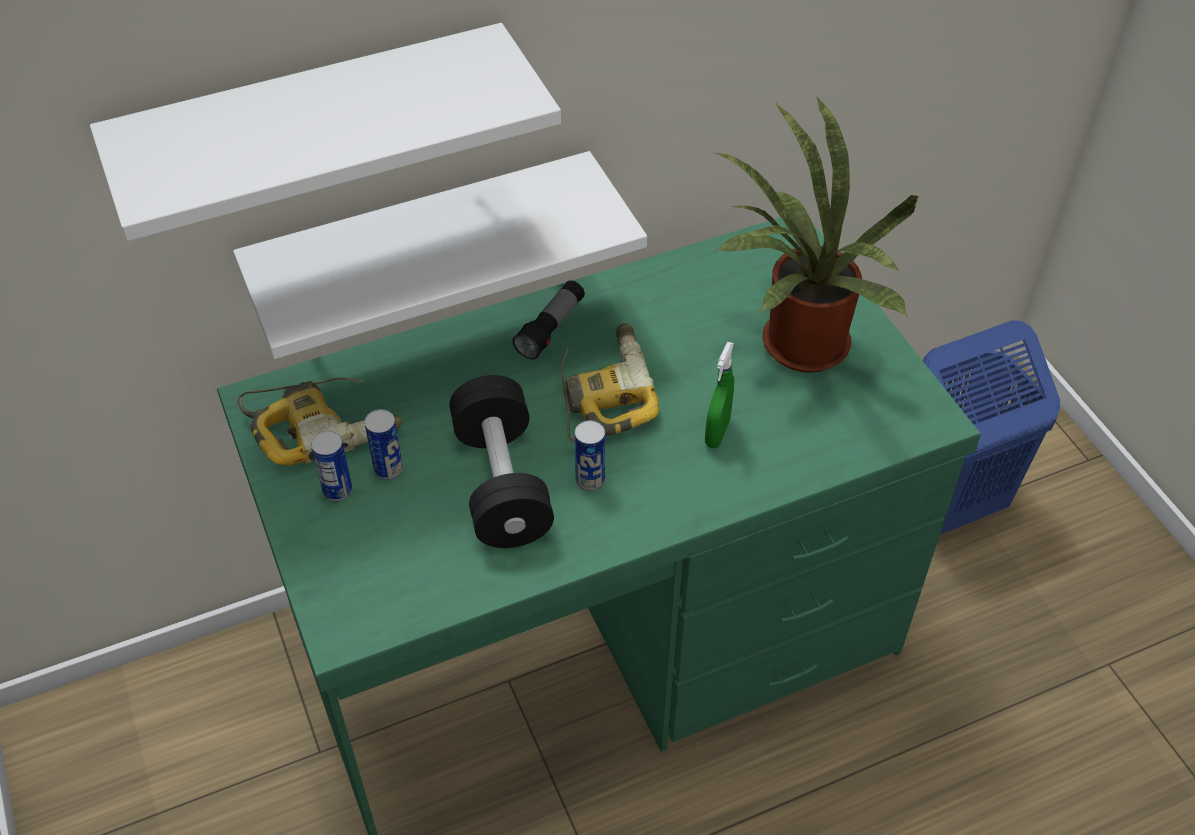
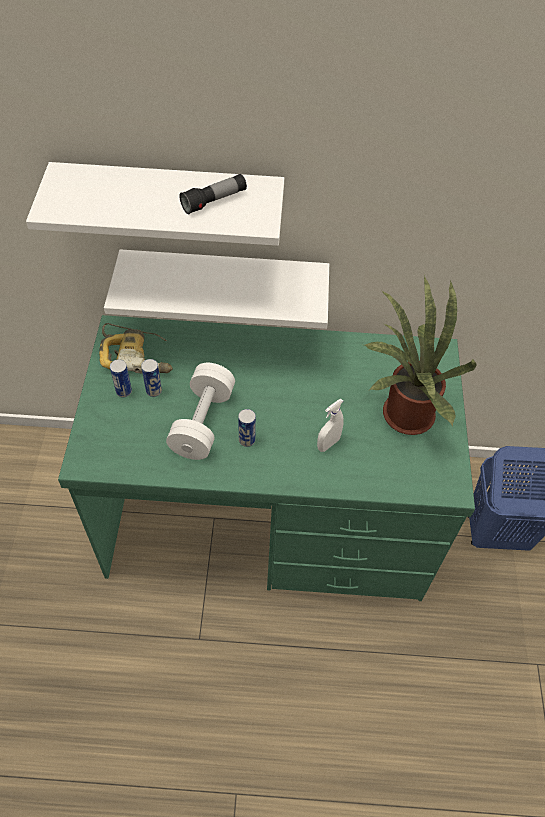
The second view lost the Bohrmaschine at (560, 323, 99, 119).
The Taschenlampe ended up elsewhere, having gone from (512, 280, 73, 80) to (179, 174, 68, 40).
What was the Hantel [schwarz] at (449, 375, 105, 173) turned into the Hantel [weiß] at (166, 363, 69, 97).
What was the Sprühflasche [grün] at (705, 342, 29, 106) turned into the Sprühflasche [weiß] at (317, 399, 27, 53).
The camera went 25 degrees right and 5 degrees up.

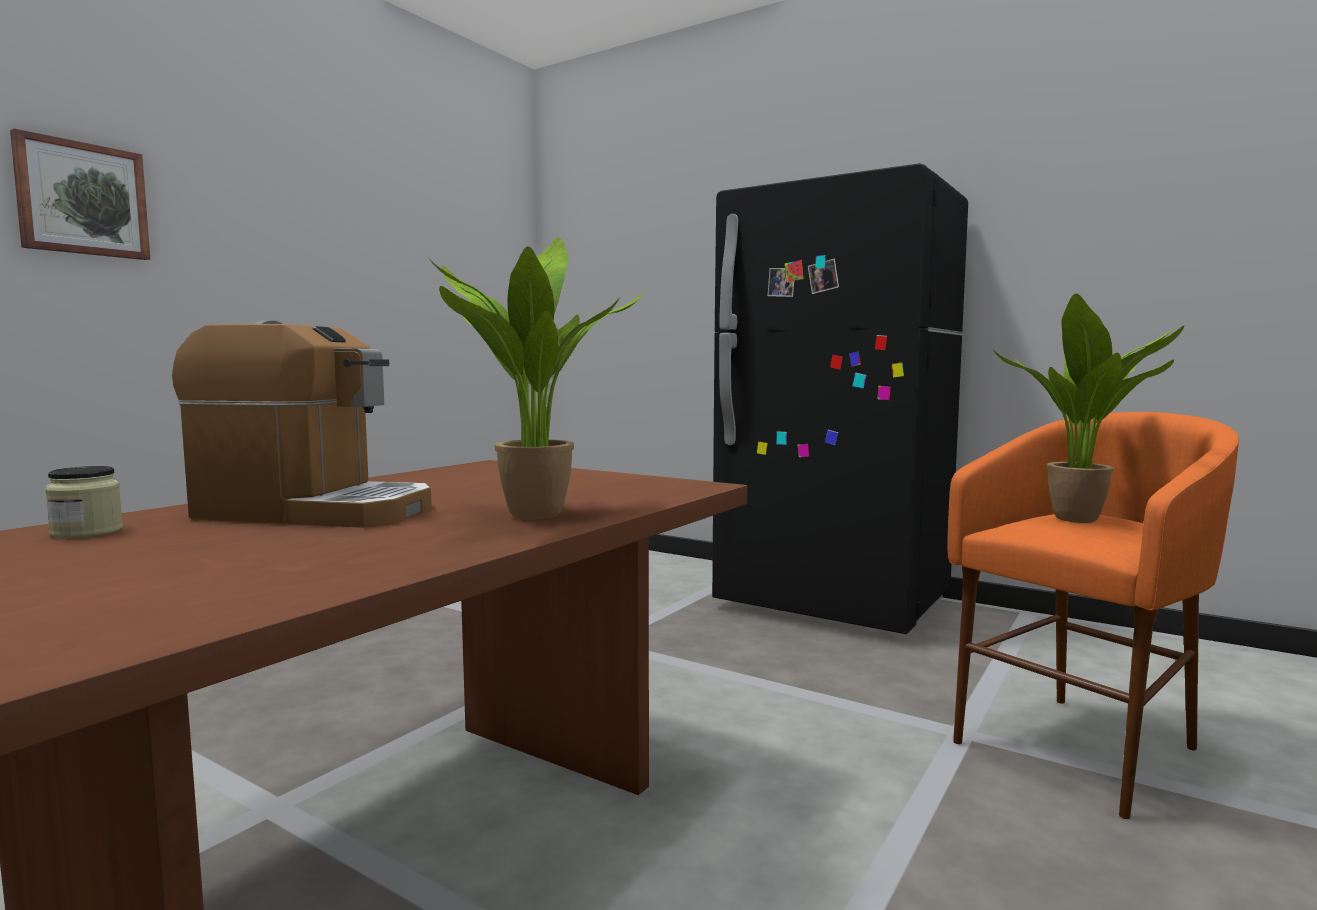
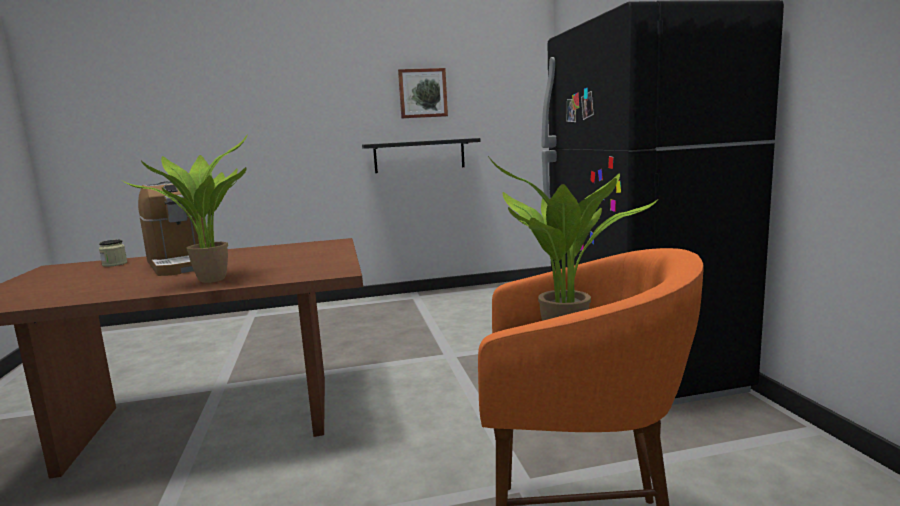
The second view gained the Wandregal [schwarz] at (362, 138, 119, 35).
The Bild ended up elsewhere, having gone from (10, 129, 140, 131) to (398, 68, 50, 50).
The camera went 45 degrees right and 5 degrees up.

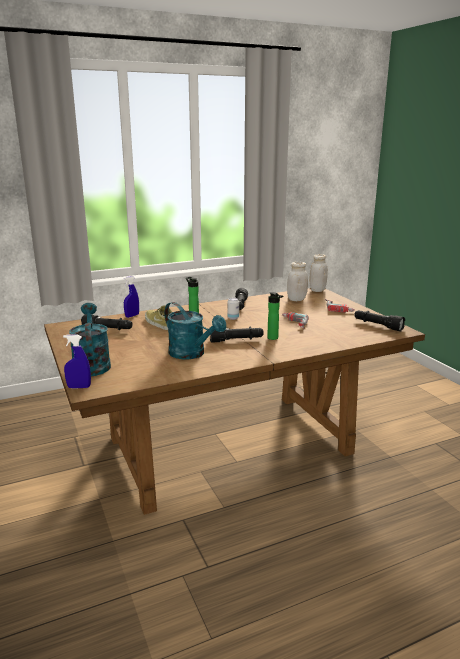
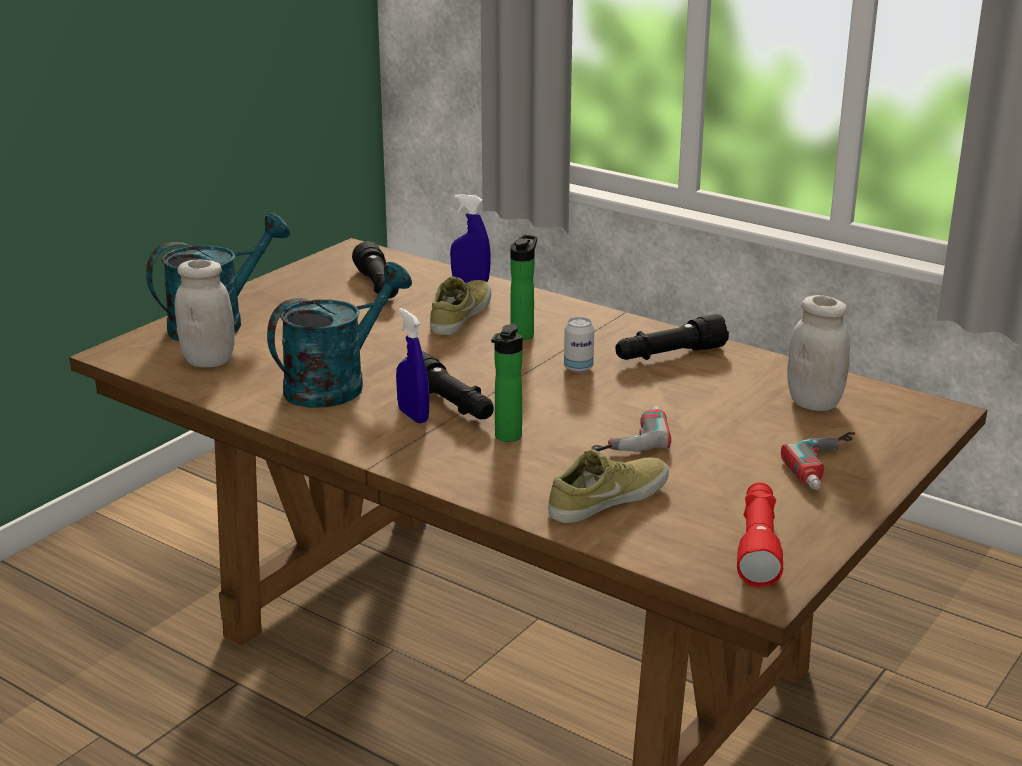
The second view gained the Schuh [beige] at (548, 449, 121, 74).
The Sprühflasche [blau] ended up elsewhere, having gone from (63, 335, 28, 53) to (396, 308, 33, 116).
The Vorratsglas [weiß] ended up elsewhere, having gone from (310, 254, 18, 38) to (175, 259, 60, 109).
What was the Taschenlampe [schwarz] at (354, 310, 51, 21) turned into the Taschenlampe [rot] at (737, 482, 46, 106).
The Gießkanne [türkis] at (164, 302, 62, 57) ended up facing another way, 150 degrees counterclockwise from before.
The camera went 60 degrees right and 5 degrees up.

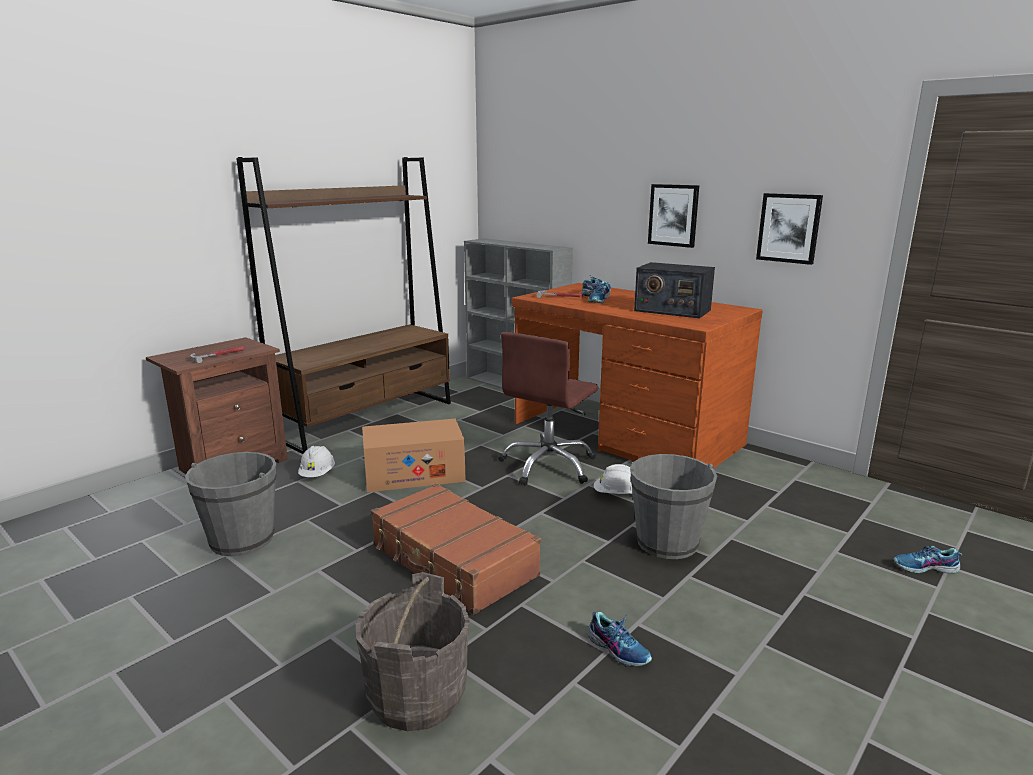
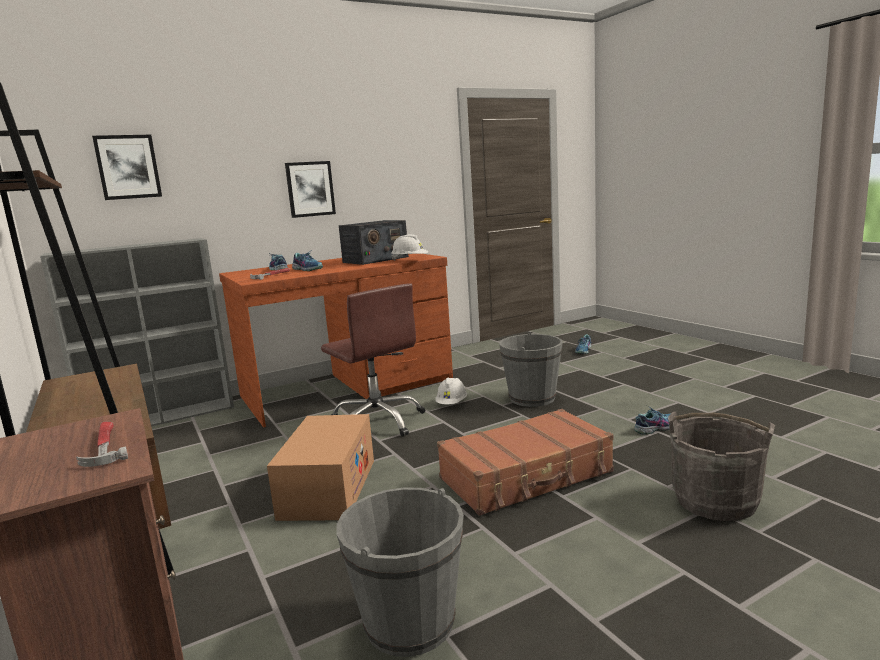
The Schutzhelm [weiß] ended up elsewhere, having gone from (298, 446, 37, 31) to (391, 234, 37, 27).
The Bild ended up elsewhere, having gone from (756, 193, 67, 72) to (92, 135, 70, 65).
The camera went 70 degrees left and 5 degrees down.

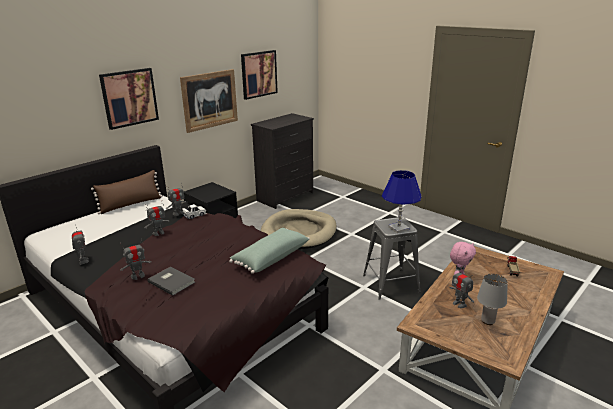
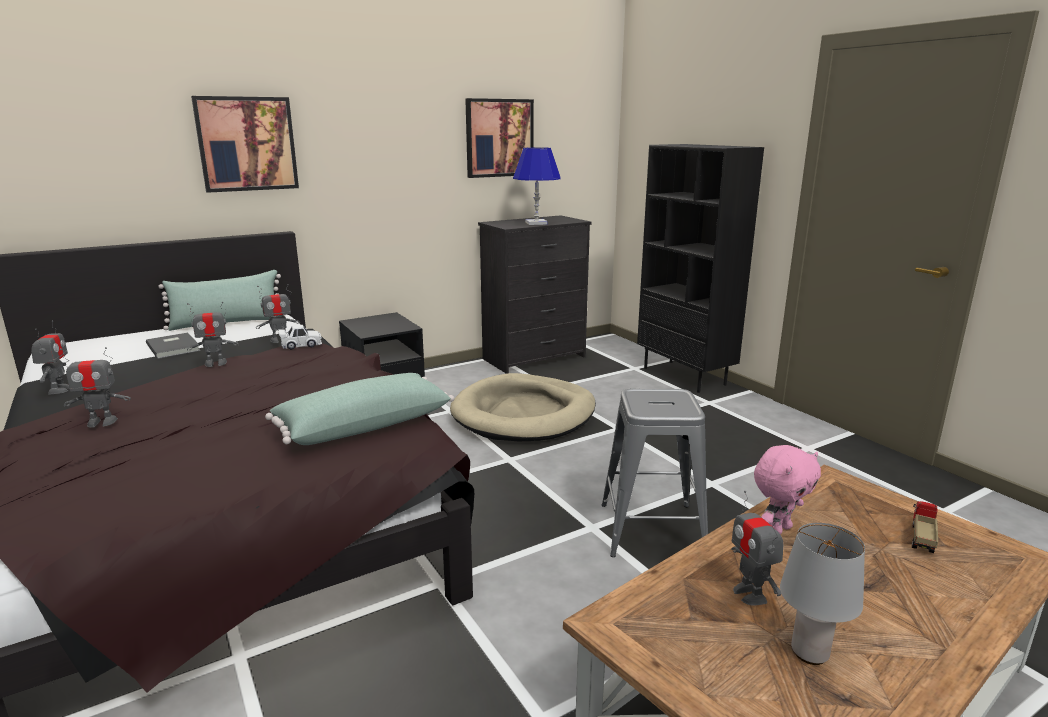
The second view lost the Bild at (180, 69, 58, 64).
The second view gained the Bücherregal [schwarz] at (637, 144, 127, 249).
The Buch [grau] ended up elsewhere, having gone from (148, 267, 47, 29) to (146, 333, 55, 26).
The Tischlampe [blau] ended up elsewhere, having gone from (382, 170, 40, 63) to (513, 147, 48, 78).
What was the Kissen [braun] at (91, 170, 72, 44) turned into the Kissen [grün] at (159, 270, 126, 61).
The camera went 15 degrees right and 5 degrees down.

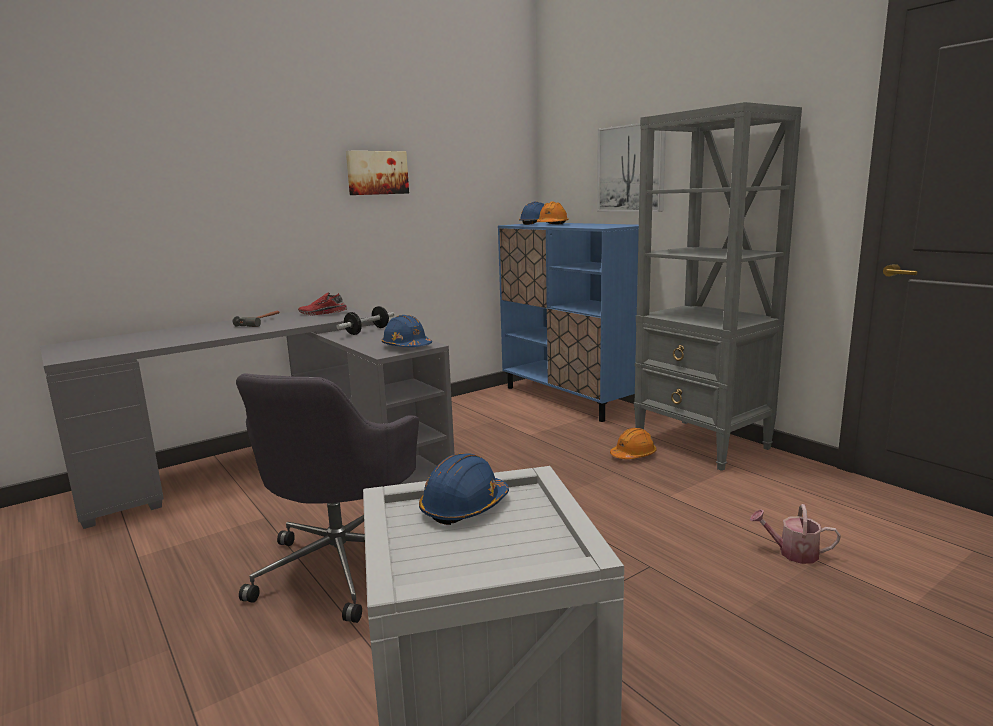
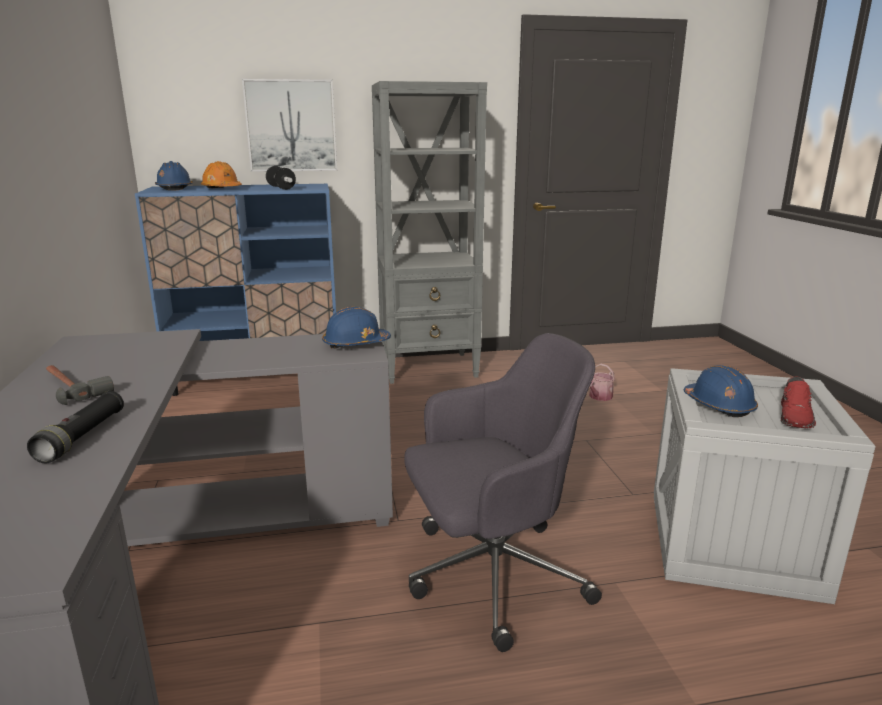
The second view lost the Bild at (346, 151, 63, 44).
The second view lost the Schutzhelm [orange] at (610, 428, 47, 31).
The second view gained the Taschenlampe [schwarz] at (27, 391, 97, 72).
The Schuh [rot] ended up elsewhere, having gone from (298, 293, 49, 22) to (781, 376, 35, 52).
The Hantel ended up elsewhere, having gone from (336, 306, 58, 29) to (266, 166, 30, 24).
The Bürostuhl [grau] at (236, 373, 183, 250) ended up facing another way, 60 degrees counterclockwise from before.
The camera went 65 degrees left and 5 degrees up.

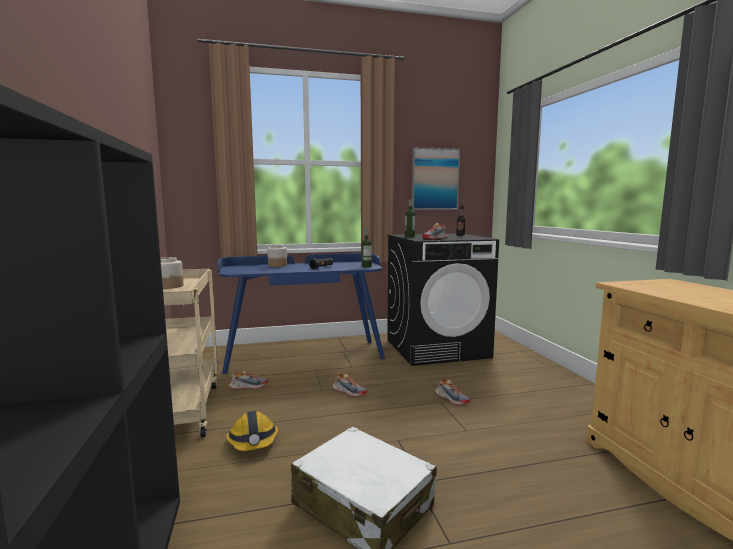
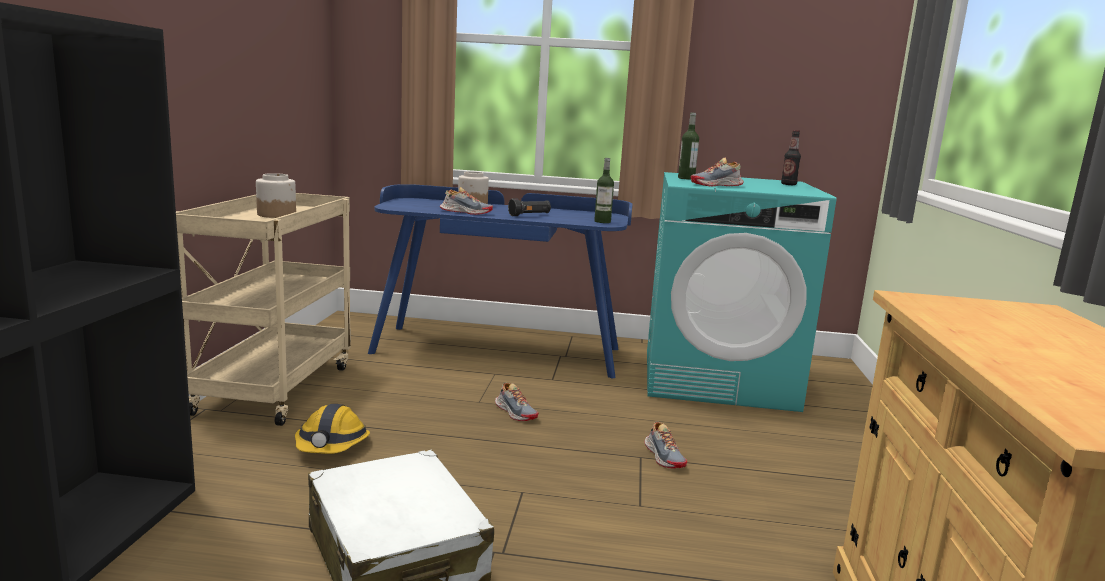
The second view lost the Bild at (412, 147, 48, 63).
The Schuh ended up elsewhere, having gone from (229, 370, 39, 19) to (440, 187, 53, 28).
What was the Waschmaschine [schwarz] at (387, 233, 112, 133) turned into the Waschmaschine [türkis] at (647, 172, 190, 240).
The camera went 20 degrees right and 5 degrees up.

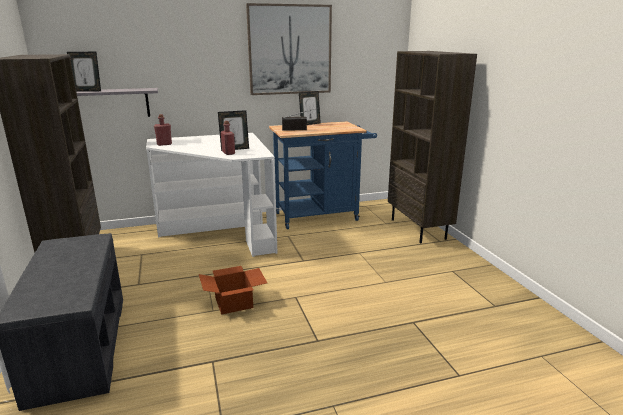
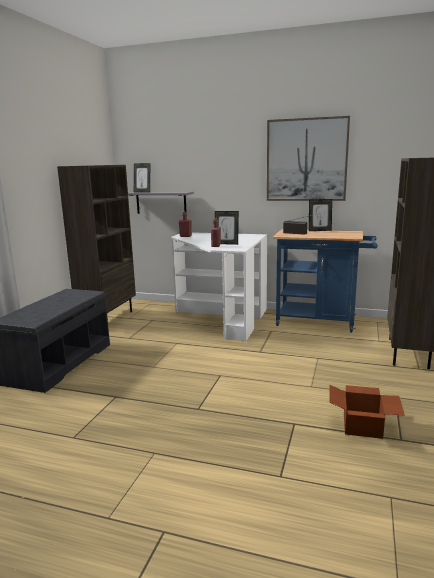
The Karton ended up elsewhere, having gone from (199, 266, 68, 49) to (330, 385, 75, 54).
The camera went 35 degrees right and 5 degrees down.

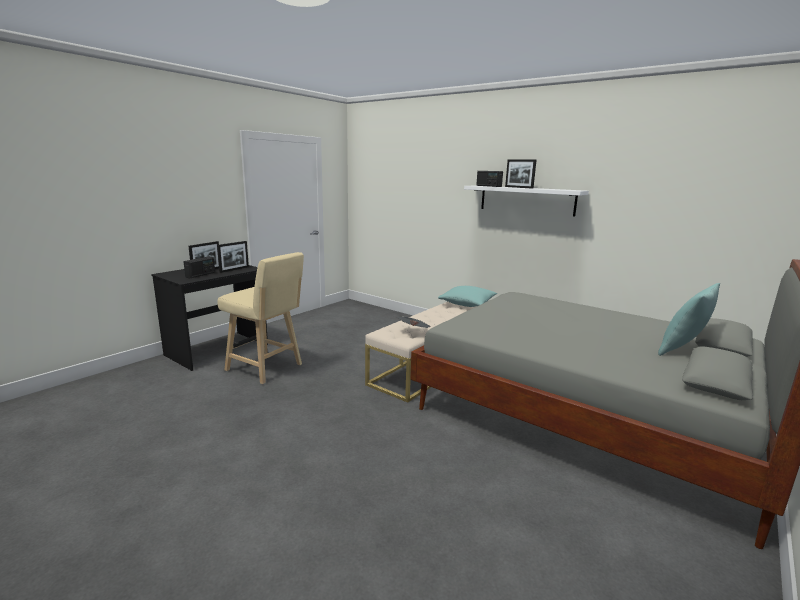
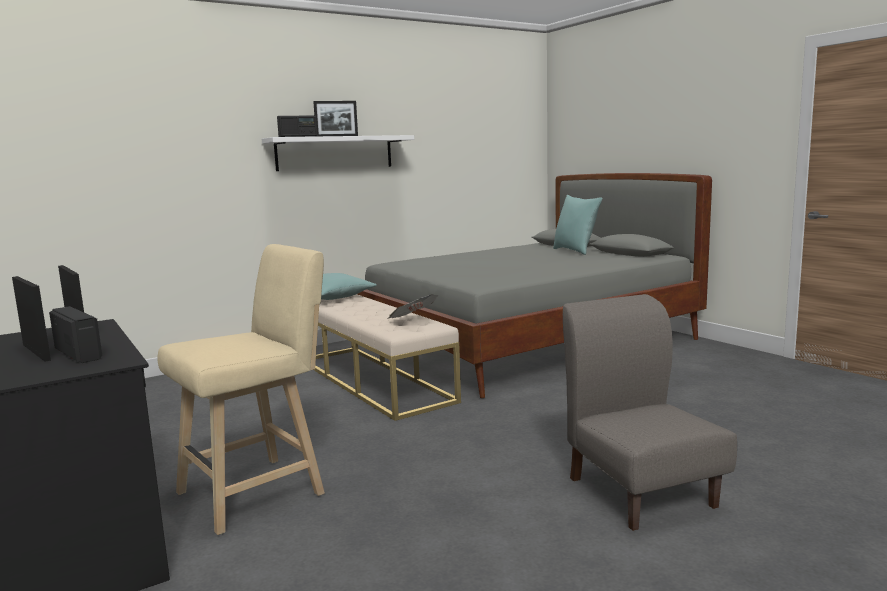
The second view gained the Stuhl [grau] at (563, 294, 174, 237).
The camera went 70 degrees left and 5 degrees down.

